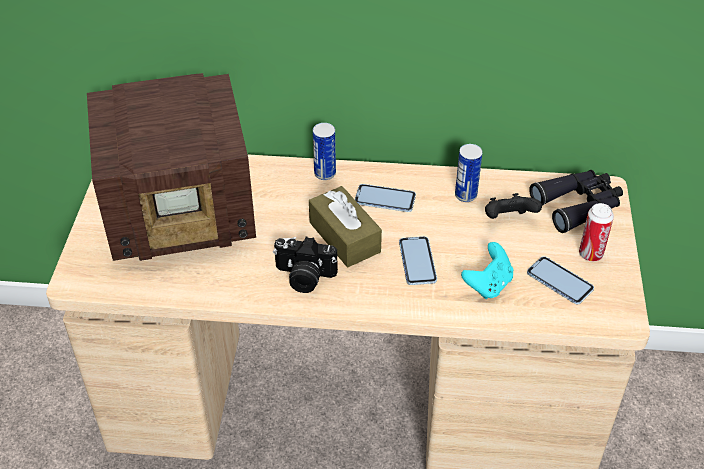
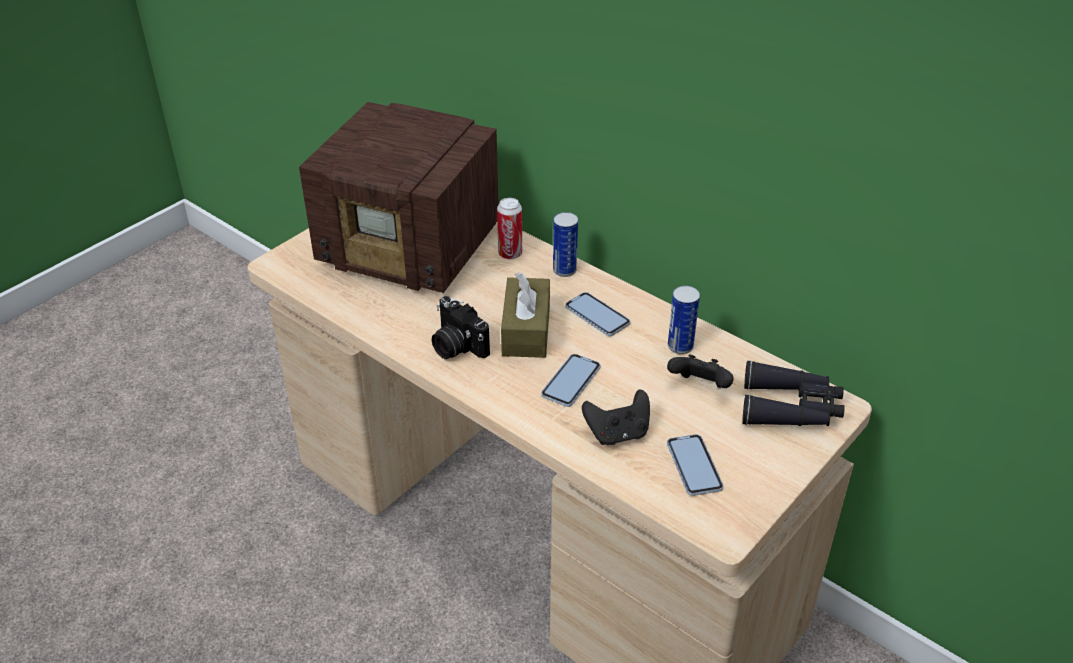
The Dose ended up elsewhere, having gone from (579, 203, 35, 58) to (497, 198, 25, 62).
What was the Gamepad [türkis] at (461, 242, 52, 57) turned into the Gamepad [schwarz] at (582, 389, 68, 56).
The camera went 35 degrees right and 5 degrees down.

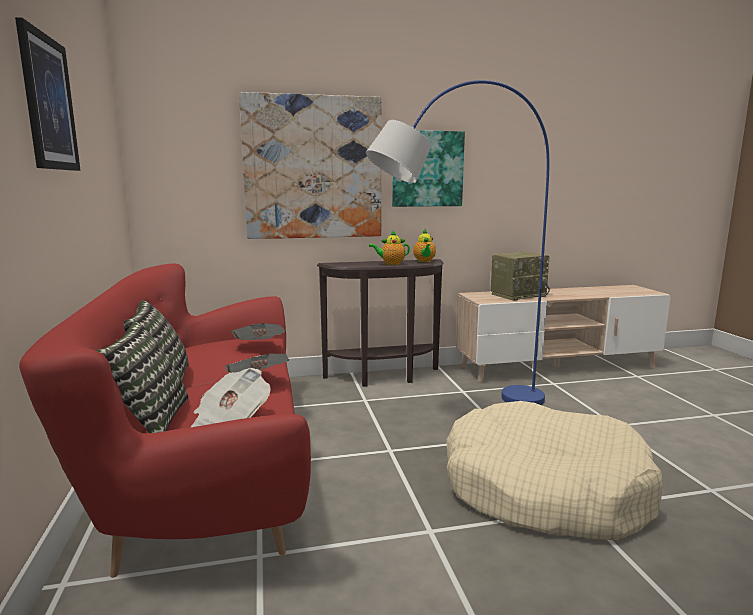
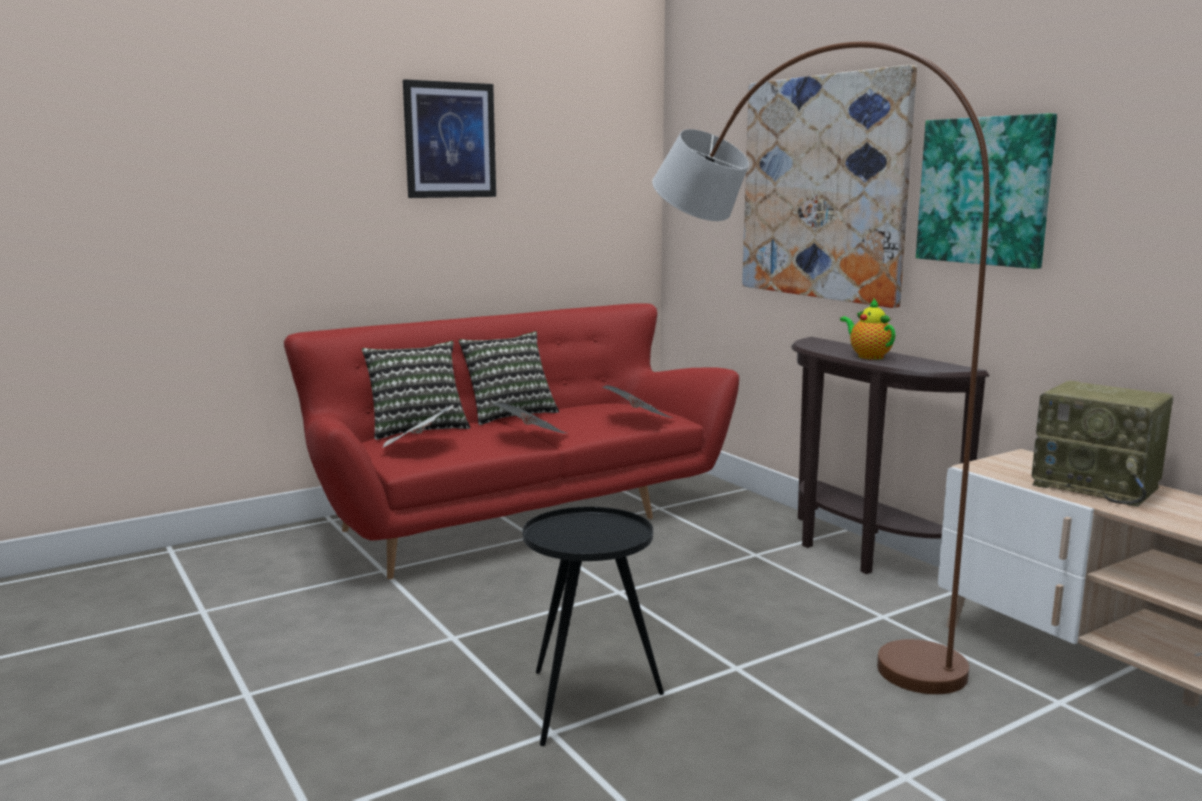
The second view lost the Teekanne at (413, 229, 23, 33).
Where the Hundebett [beige] stood at (446, 401, 218, 139), the Beistelltisch [schwarz] came to stand at (523, 507, 141, 239).
What was the Stehlampe [blau] at (366, 80, 183, 325) turned into the Stehlampe [braun] at (652, 41, 338, 653).
The camera went 70 degrees right and 0 degrees up.

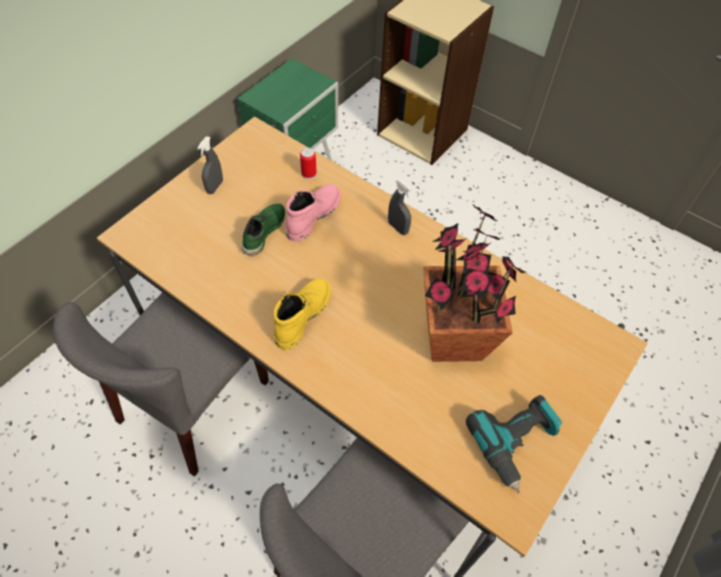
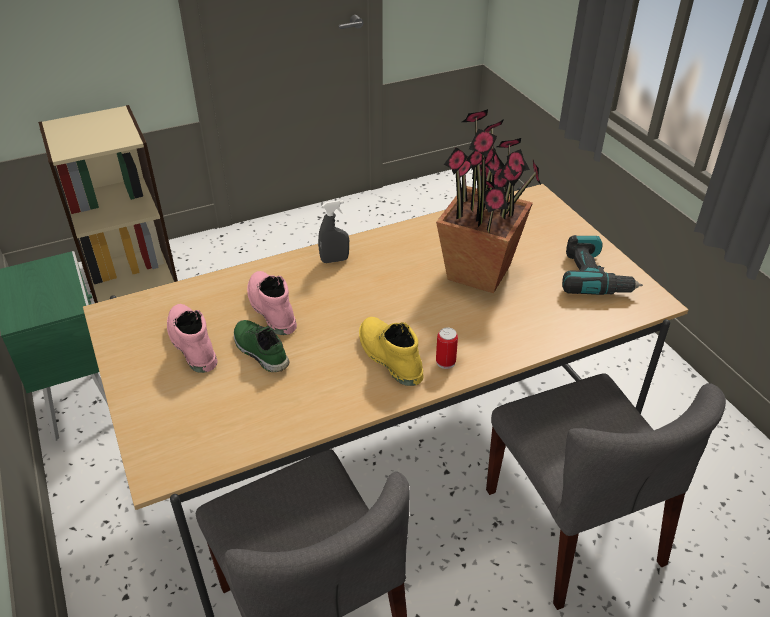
The second view lost the Sprühflasche [grau] at (197, 136, 26, 58).
The second view gained the Stiefel [rosa] at (167, 304, 50, 69).
The Dose ended up elsewhere, having gone from (300, 148, 17, 31) to (436, 327, 22, 42).
The camera went 60 degrees left and 15 degrees down.

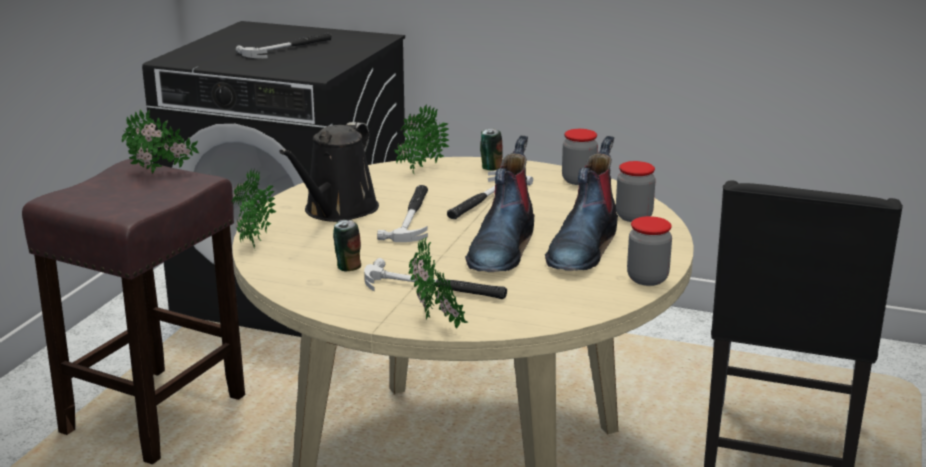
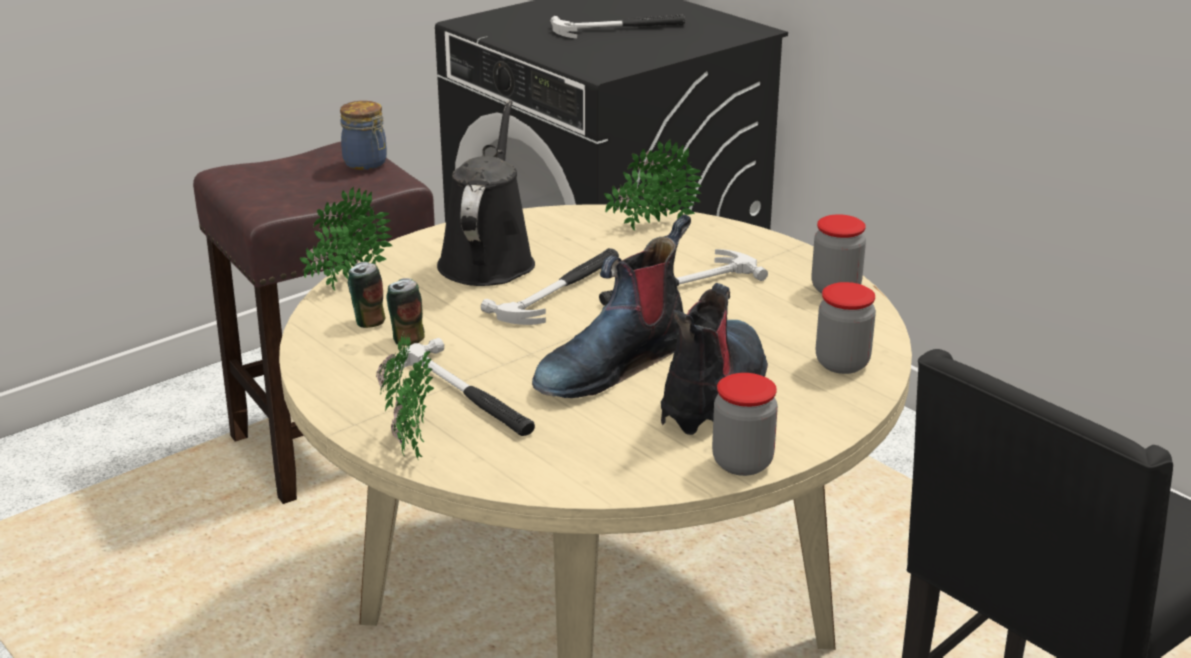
The Dose ended up elsewhere, having gone from (480, 129, 23, 41) to (348, 262, 38, 66).
Where the Topfpflanze stood at (122, 109, 77, 65), the Vorratsglas came to stand at (340, 101, 47, 69).
The Gießkanne [schwarz] at (279, 122, 100, 100) ended up facing another way, 135 degrees clockwise from before.
The Stiefel at (545, 136, 73, 135) ended up facing another way, 150 degrees clockwise from before.
The camera went 30 degrees right and 5 degrees up.

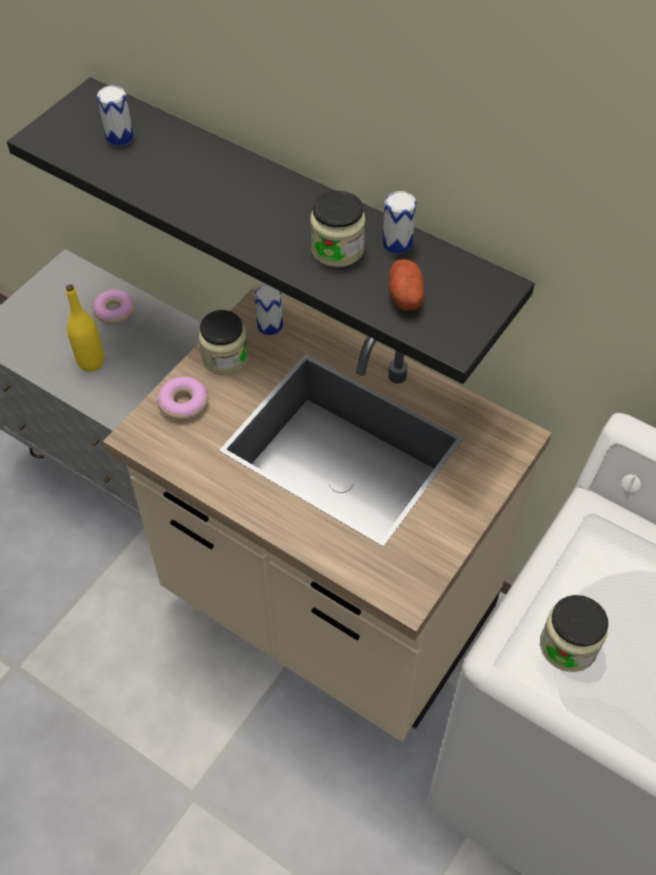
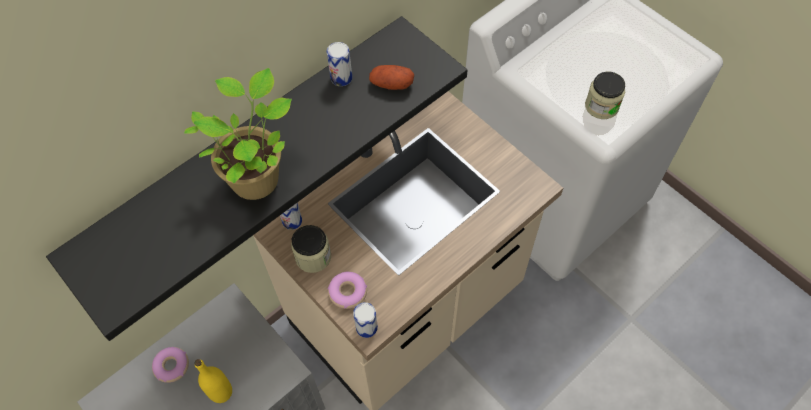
The second view lost the Vorratsglas at (310, 191, 55, 76).
The second view gained the Topfpflanze at (184, 68, 108, 132).
The Dose ended up elsewhere, having gone from (97, 85, 37, 61) to (353, 302, 25, 36).
The camera went 75 degrees left and 5 degrees up.

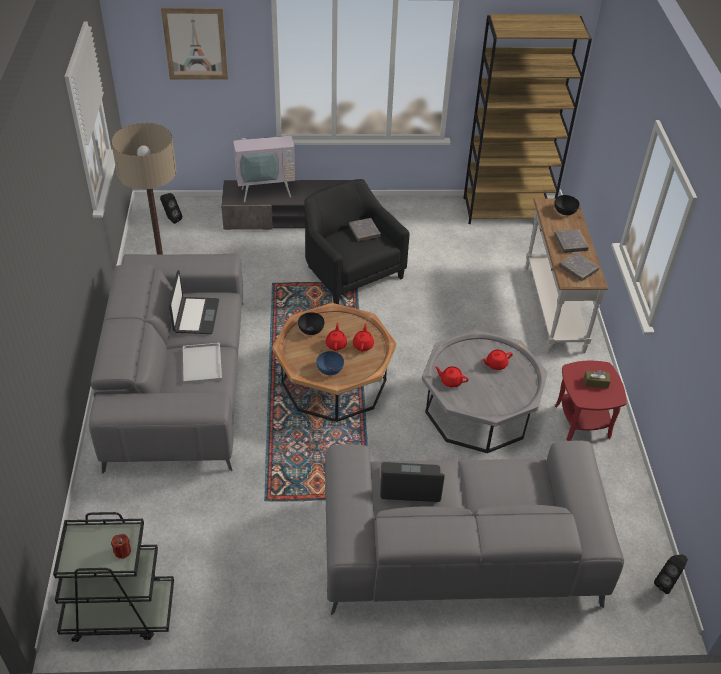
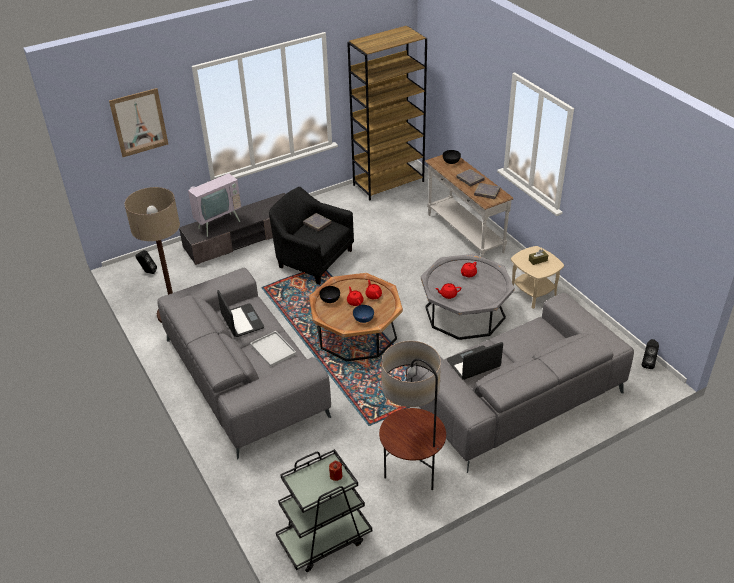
The second view gained the Stehlampe at (379, 341, 67, 149).
What was the Beistelltisch [rot] at (555, 361, 72, 80) turned into the Beistelltisch [beige] at (511, 246, 53, 63).
The camera went 25 degrees left and 5 degrees down.

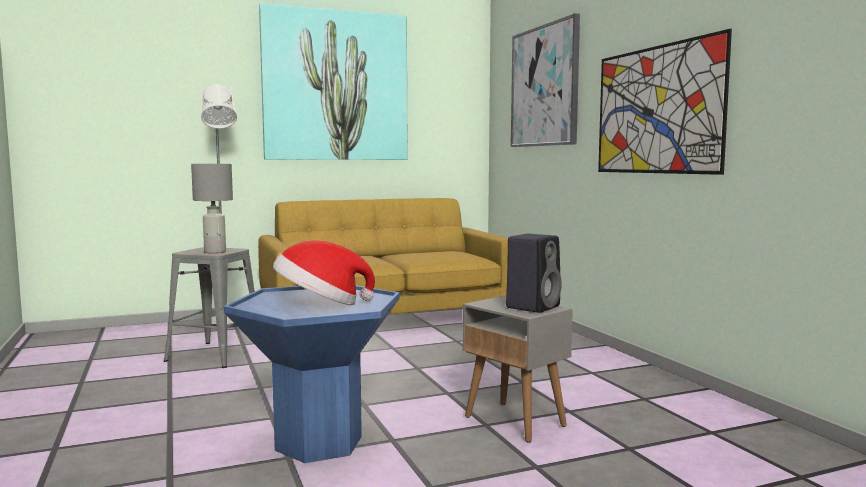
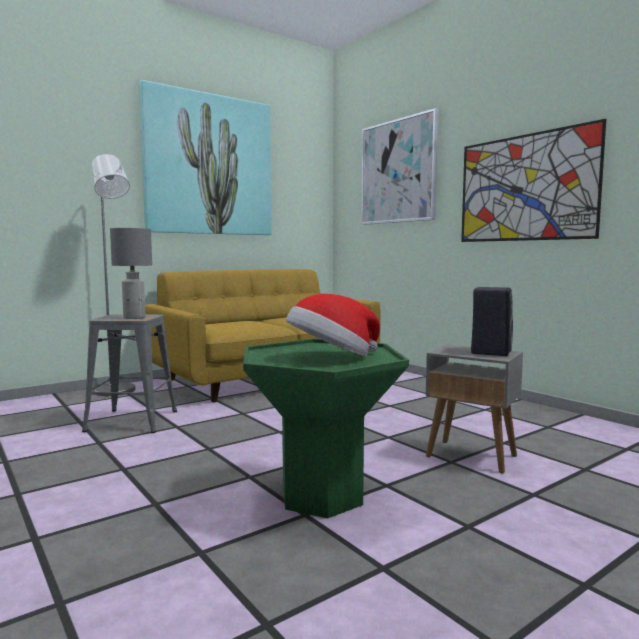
What was the Beistelltisch [blau] at (224, 286, 176, 177) turned into the Beistelltisch [grün] at (243, 339, 166, 180).
The camera went 15 degrees left and 0 degrees up.

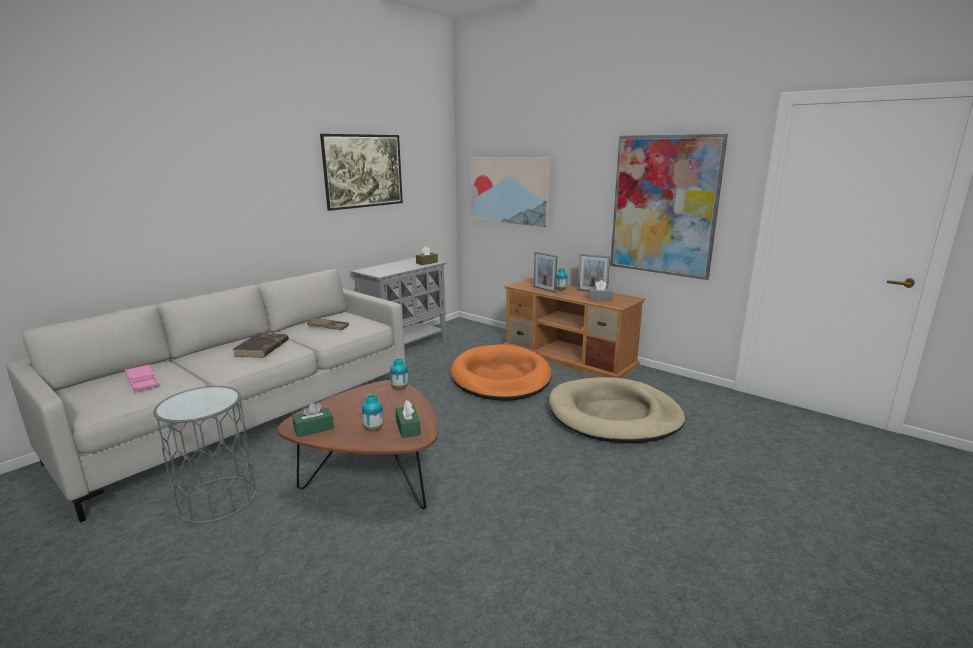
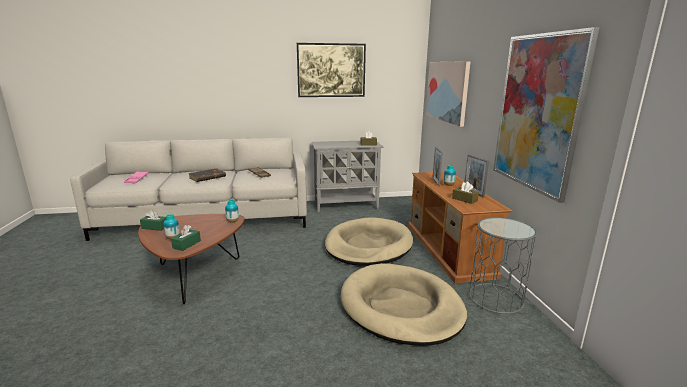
The Beistelltisch [grau] ended up elsewhere, having gone from (153, 386, 104, 137) to (469, 217, 68, 97).
What was the Hundebett [orange] at (450, 344, 102, 57) turned into the Hundebett [beige] at (325, 217, 88, 49).
What was the Taschentuchbox [grau] at (589, 280, 24, 21) turned into the Taschentuchbox [braun] at (452, 182, 27, 22).
The camera went 40 degrees right and 0 degrees up.

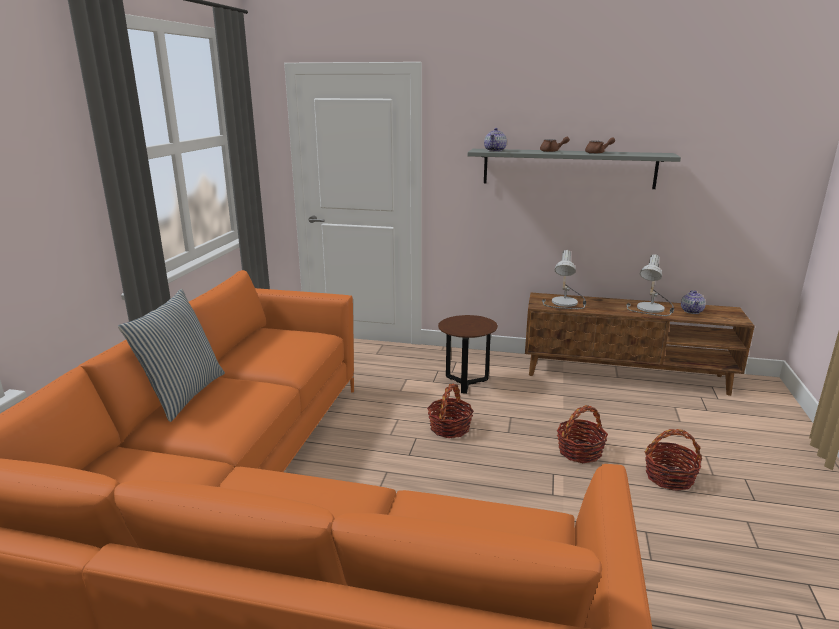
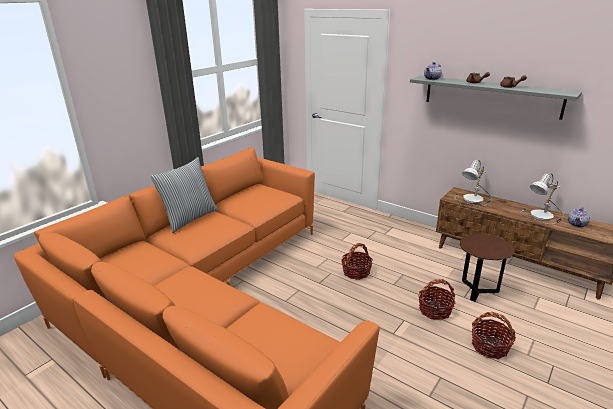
The Beistelltisch [braun] ended up elsewhere, having gone from (438, 315, 60, 79) to (460, 234, 54, 68).
The camera went 25 degrees right and 5 degrees up.

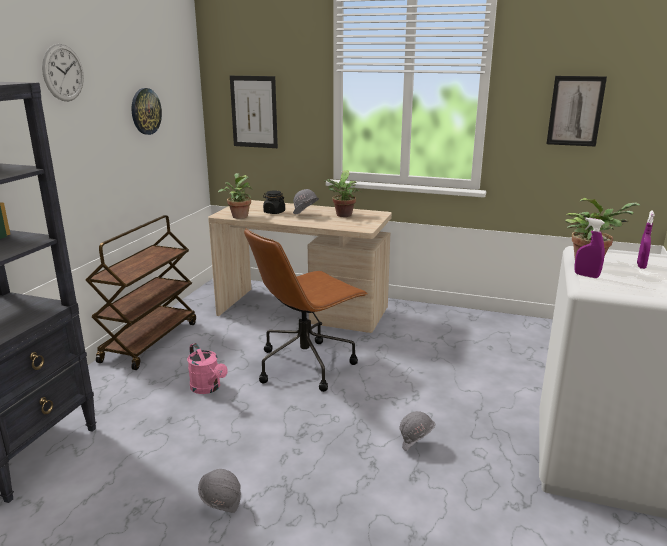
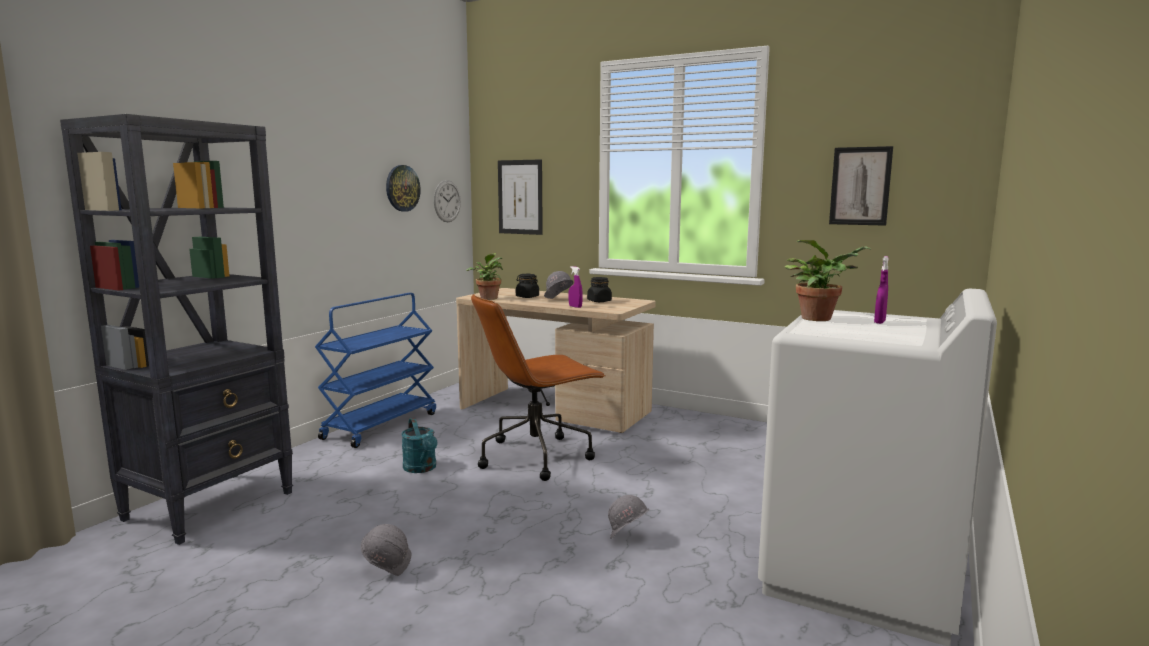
The Wanduhr ended up elsewhere, having gone from (42, 44, 42, 57) to (434, 180, 27, 42).
The Sprühflasche [lila] ended up elsewhere, having gone from (575, 218, 30, 60) to (568, 266, 15, 42).
Where the Topfpflanze stood at (324, 171, 38, 46), the Vorratsglas [schwarz] came to stand at (587, 277, 25, 25).
What was the Rollwagen [braun] at (86, 215, 110, 155) turned into the Rollwagen [blau] at (315, 293, 121, 155).
What was the Gießkanne [rosa] at (187, 343, 41, 51) turned into the Gießkanne [türkis] at (401, 418, 37, 55).
The camera went 10 degrees right and 10 degrees down.

